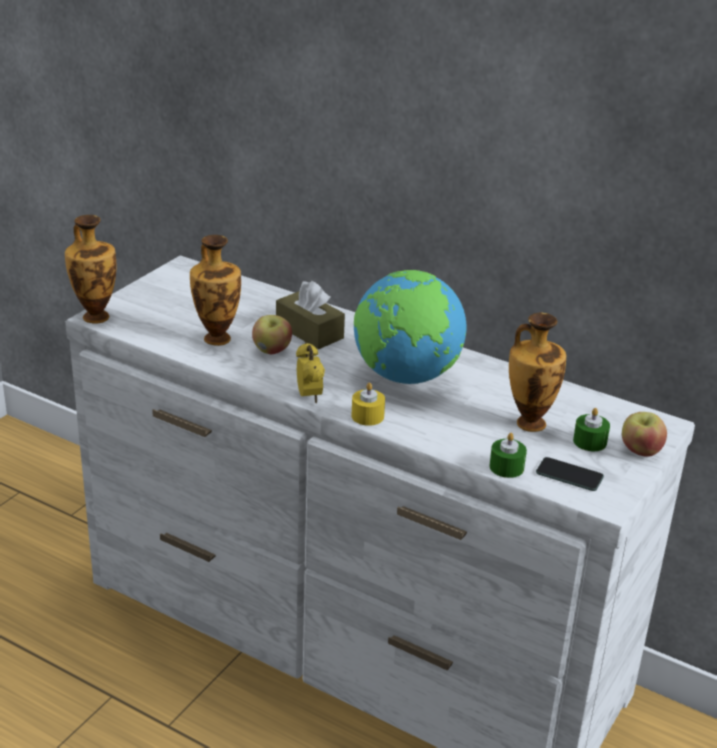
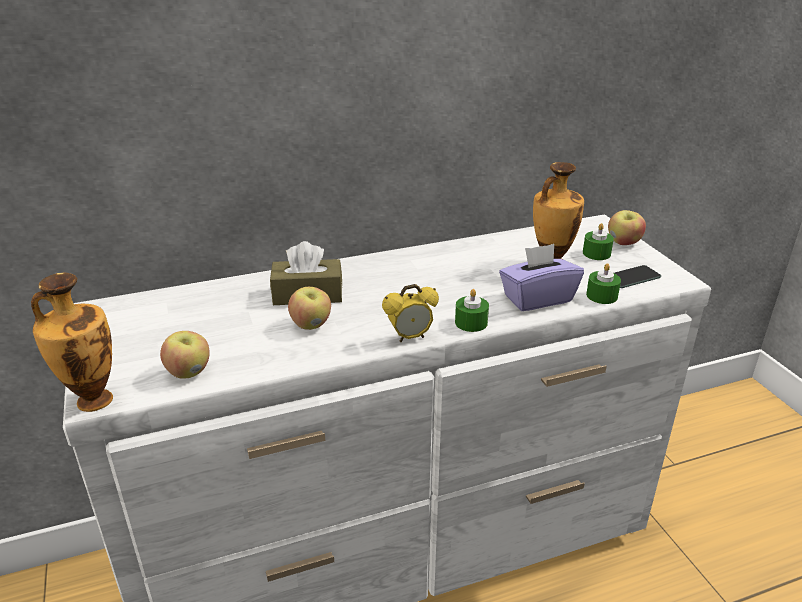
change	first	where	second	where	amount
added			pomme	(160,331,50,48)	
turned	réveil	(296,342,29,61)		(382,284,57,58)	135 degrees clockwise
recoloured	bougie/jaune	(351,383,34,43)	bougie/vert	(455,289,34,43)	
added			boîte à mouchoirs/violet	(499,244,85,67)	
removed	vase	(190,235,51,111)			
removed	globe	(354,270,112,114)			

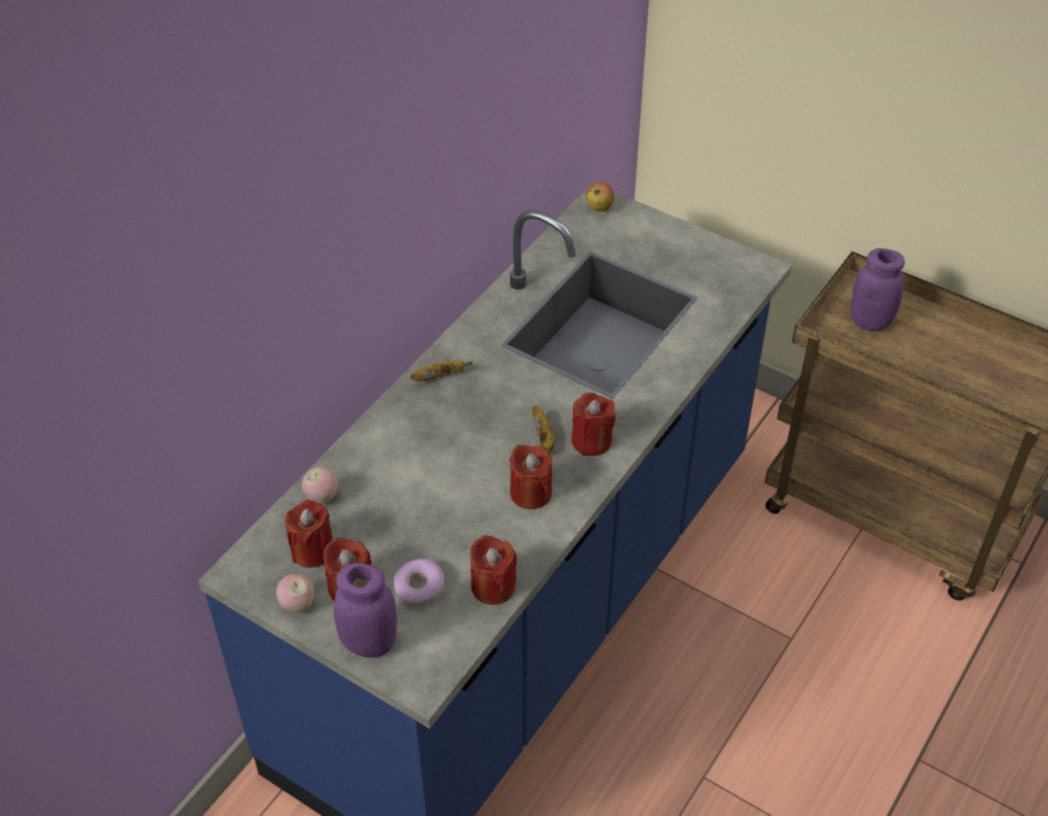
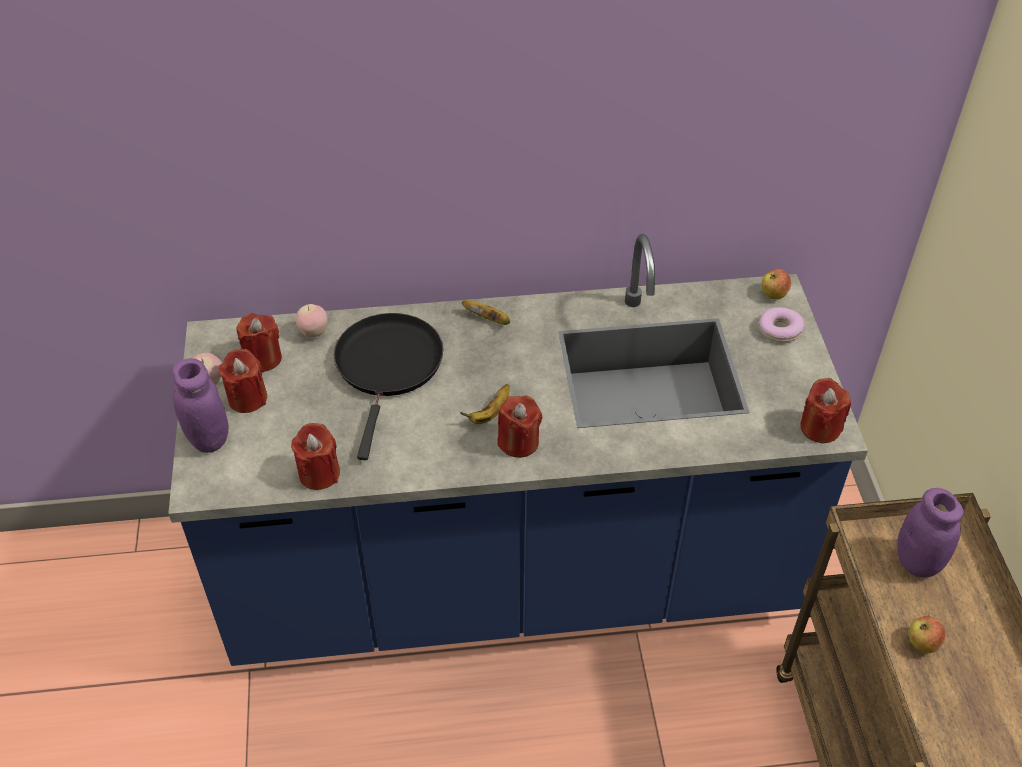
change	first	where	second	where	amount
added			poêle/noir	(334,313,109,147)	
moved	beignet	(393,559,52,47)		(759,307,45,35)	
moved	bougie/rouge	(509,445,43,64)		(800,378,51,65)	
added			pomme	(909,616,36,37)	

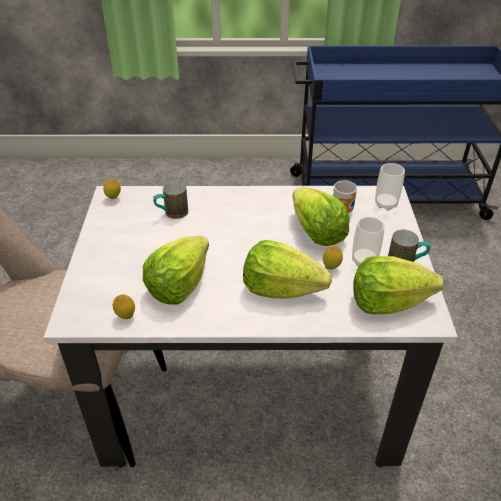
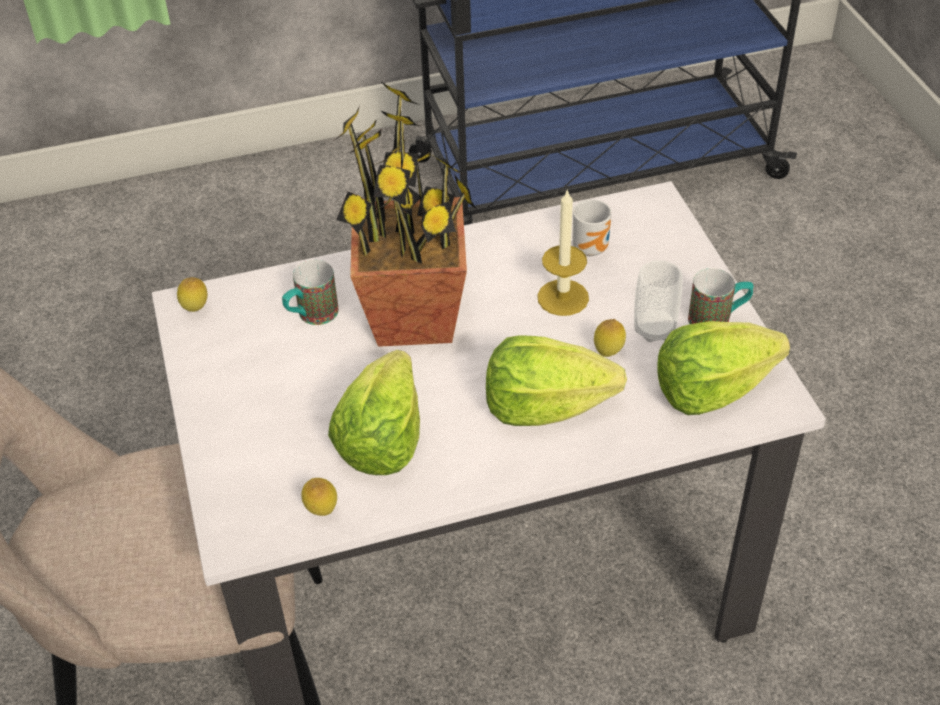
change	first	where	second	where	amount
added			plante en pot	(332,82,145,265)	
replaced	laitue	(293,187,57,59)	bougie	(537,189,52,127)	
removed	tasse	(375,163,30,47)			

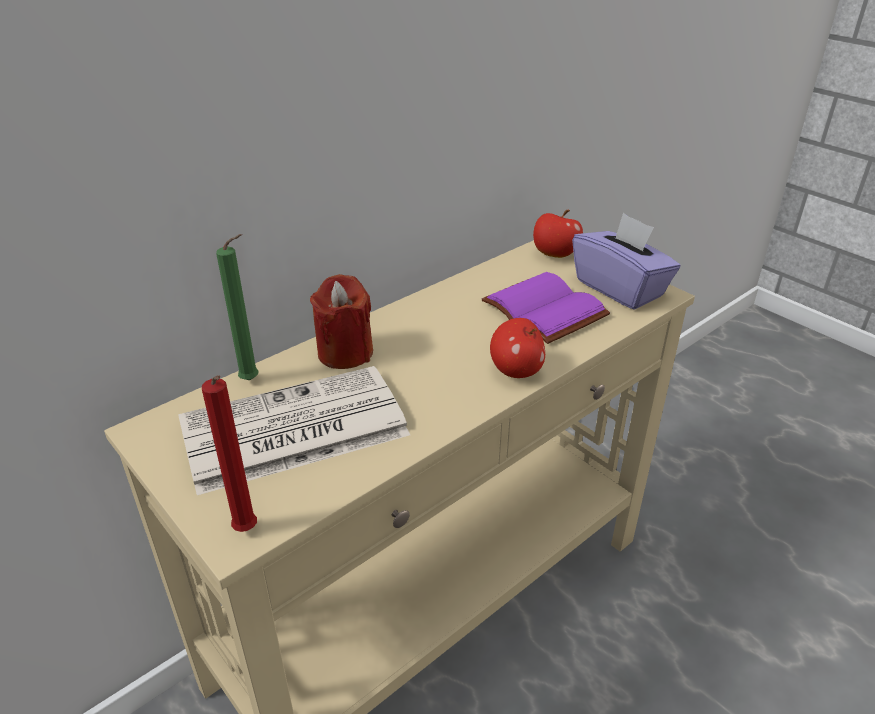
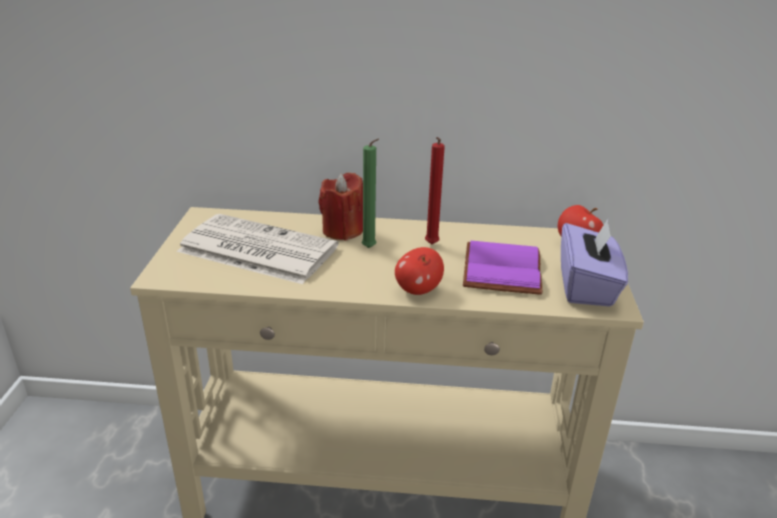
change	first	where	second	where	amount
moved	bougie/vert	(216,234,43,146)		(362,139,17,109)	
moved	bougie/rouge	(202,375,55,157)		(425,137,20,107)	

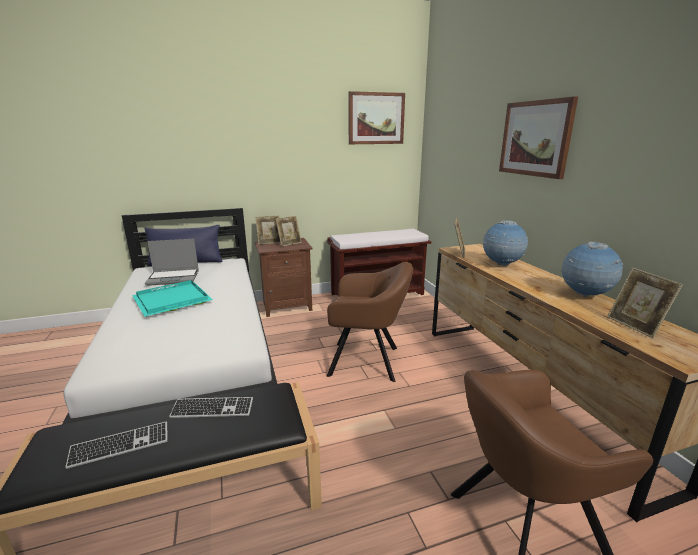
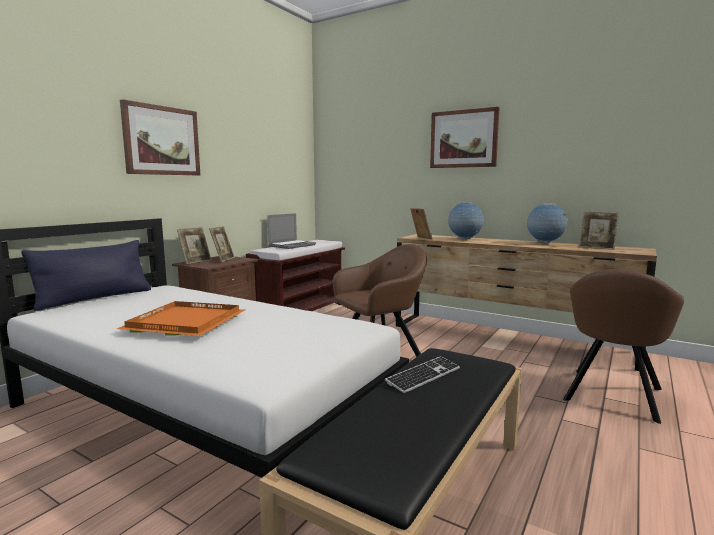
change	first	where	second	where	amount
recoloured	plateau/turquoise	(132,280,81,36)	plateau/orange	(117,301,128,35)	
moved	tableau	(348,91,57,53)		(120,99,80,77)	
moved	ordinateur portable	(145,239,54,47)		(267,213,49,36)	
removed	clavier	(65,421,103,48)			

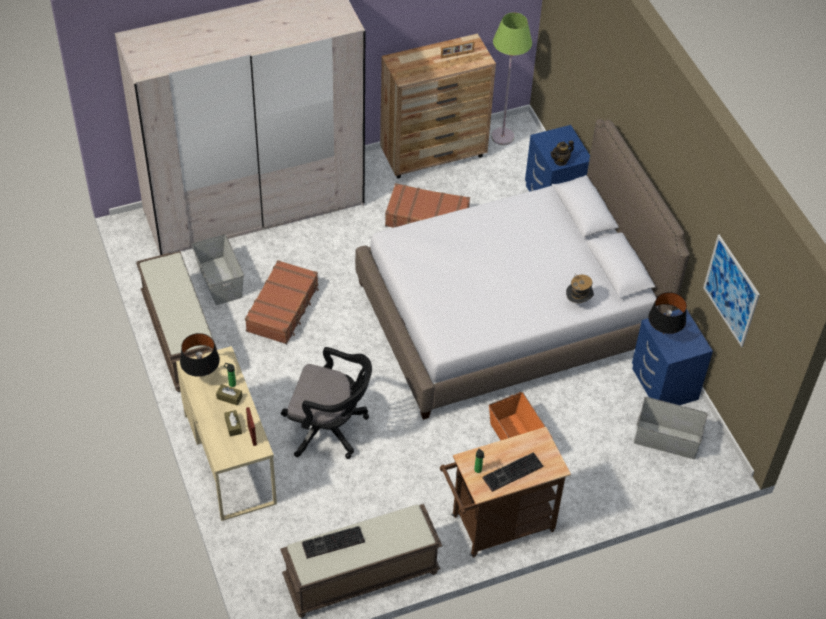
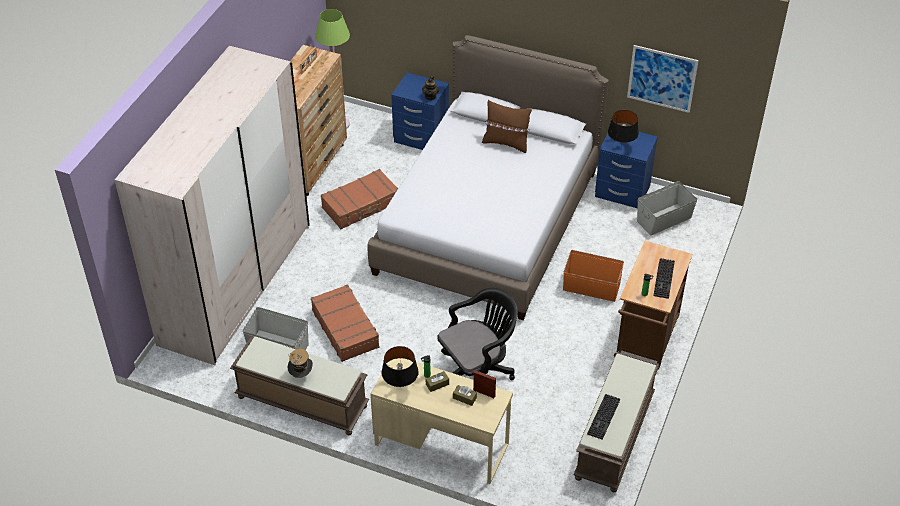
change	first	where	second	where	amount
moved	chapeau	(566,274,28,29)		(288,349,25,29)	
added			coussin/marron	(482,100,50,53)	

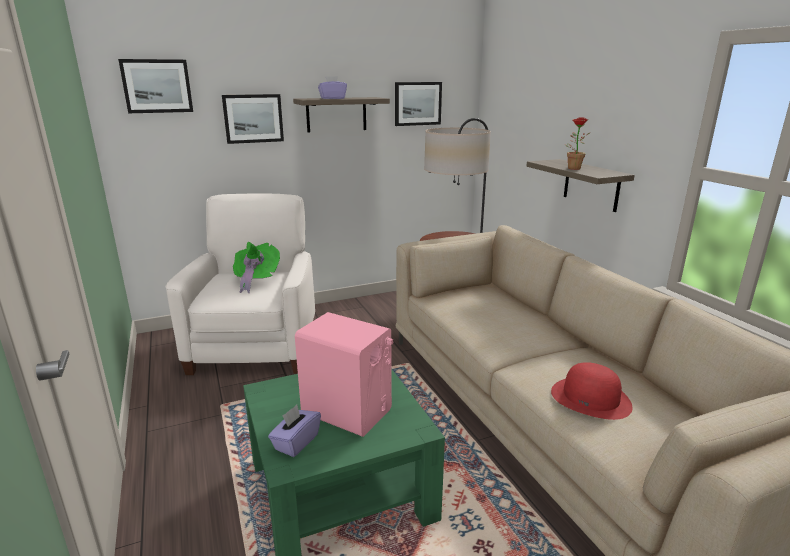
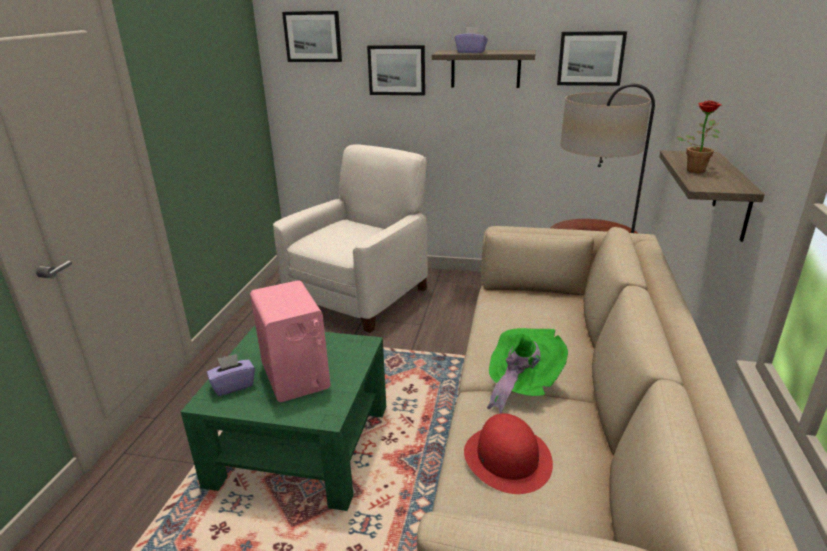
change	first	where	second	where	amount
moved	chapeau/vert	(233,242,47,51)		(487,328,81,86)	

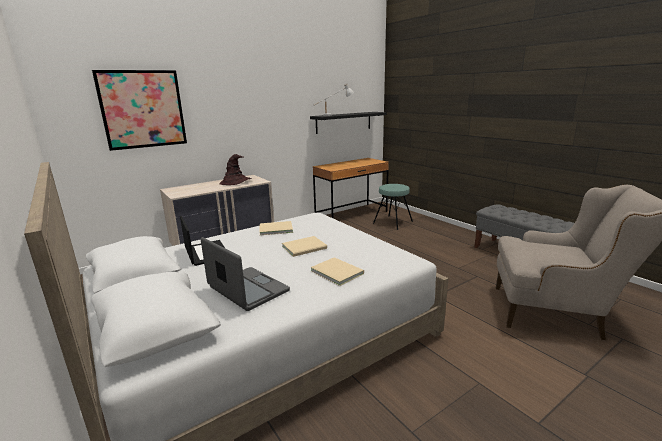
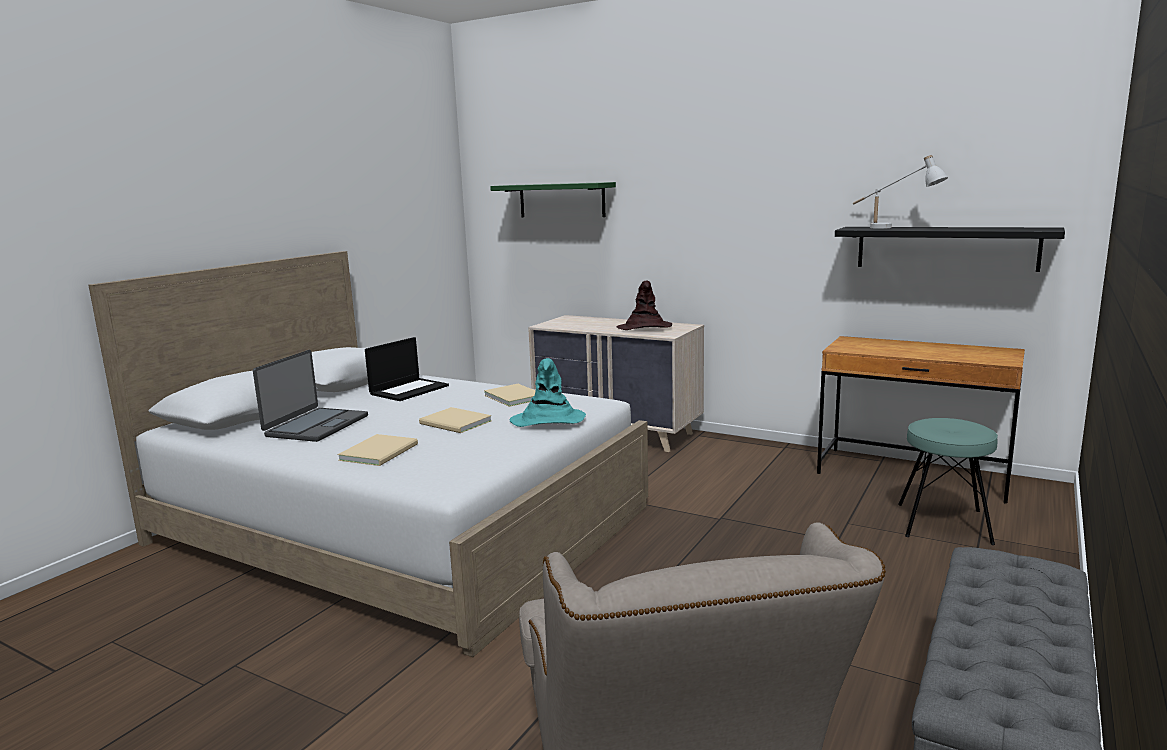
change	first	where	second	where	amount
replaced	tableau	(92,70,95,81)	étagère/vert	(490,182,126,35)	
added			chapeau/turquoise	(509,358,77,69)	

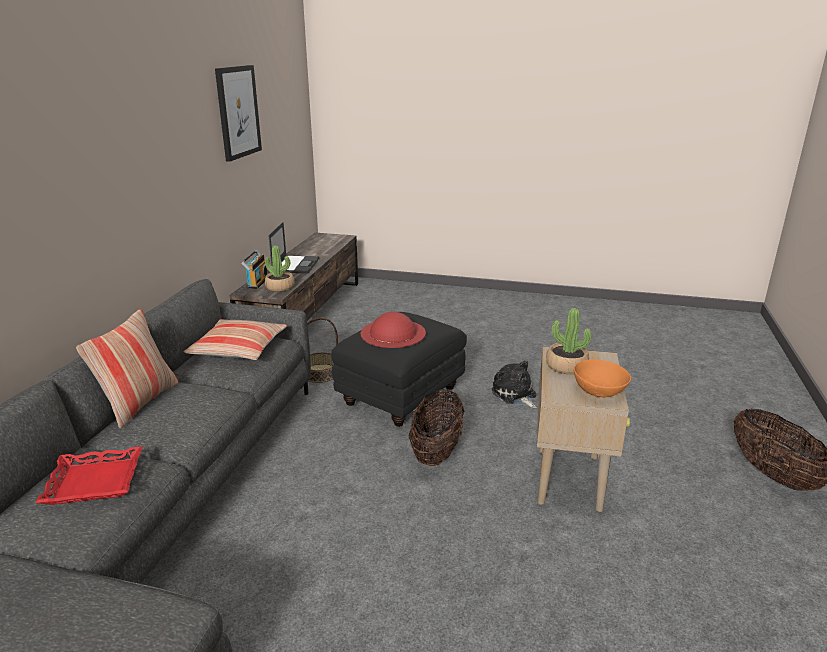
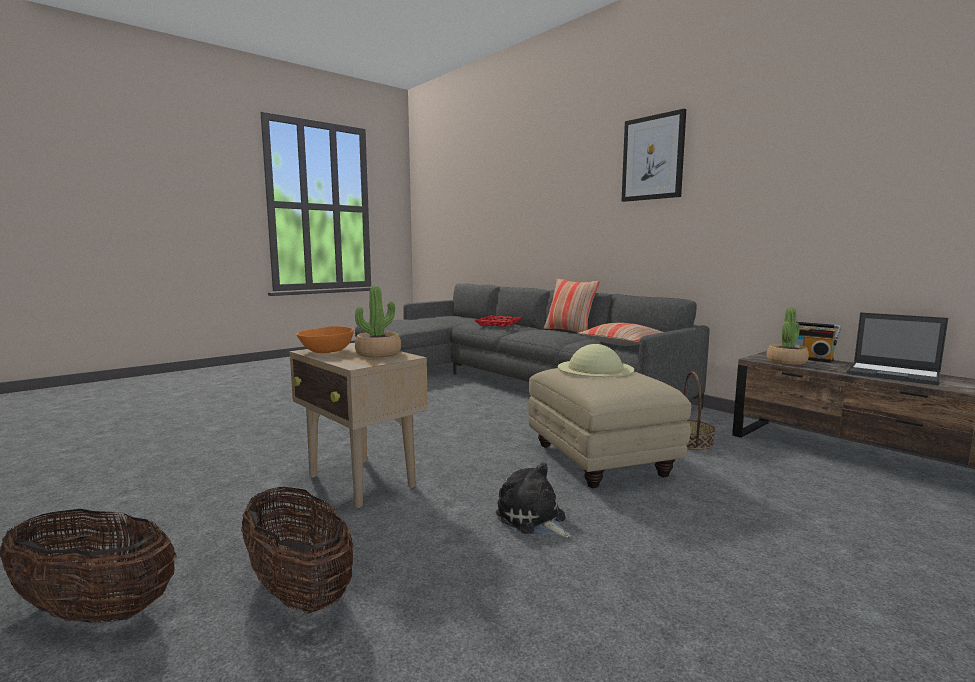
change	first	where	second	where	amount
moved	panier	(409,389,55,77)		(241,487,112,127)	
turned	peluche	(492,360,44,48)		(496,462,75,76)	135 degrees counterclockwise
recoloured	pouf/noir	(331,312,136,115)	pouf/beige	(528,368,163,120)	
recoloured	chapeau/rouge	(360,312,66,36)	chapeau/beige	(558,344,76,33)	
moved	tableau	(215,65,47,97)		(622,109,64,93)	

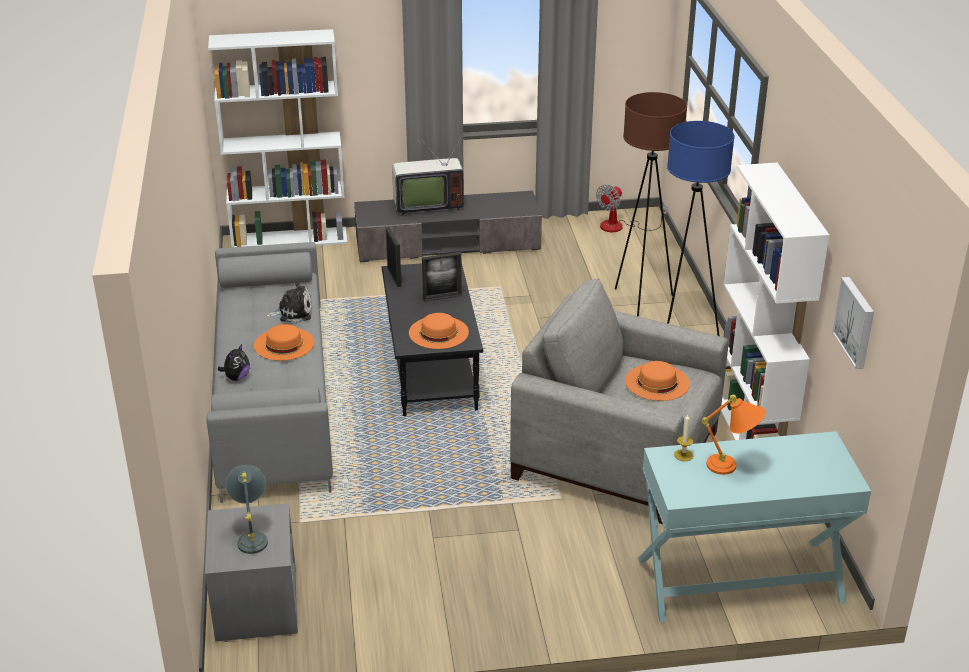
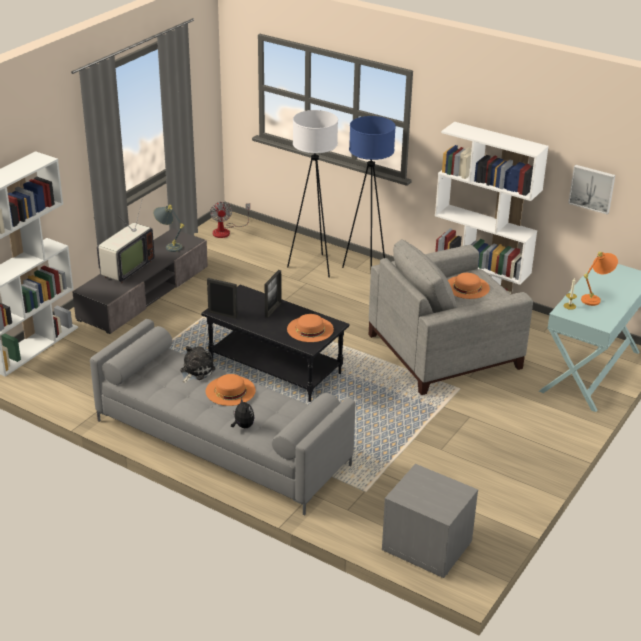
change	first	where	second	where	amount
moved	lampe de table/gris	(225,465,43,89)		(153,205,31,47)	
recoloured	lampadaire/marron	(615,92,72,224)	lampadaire/blanc	(287,110,51,168)	

